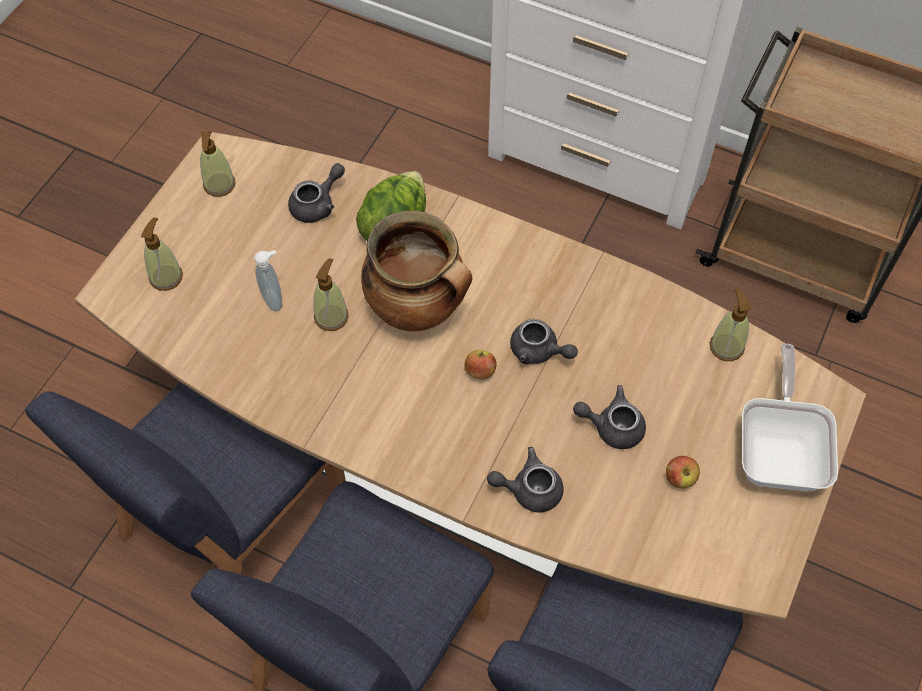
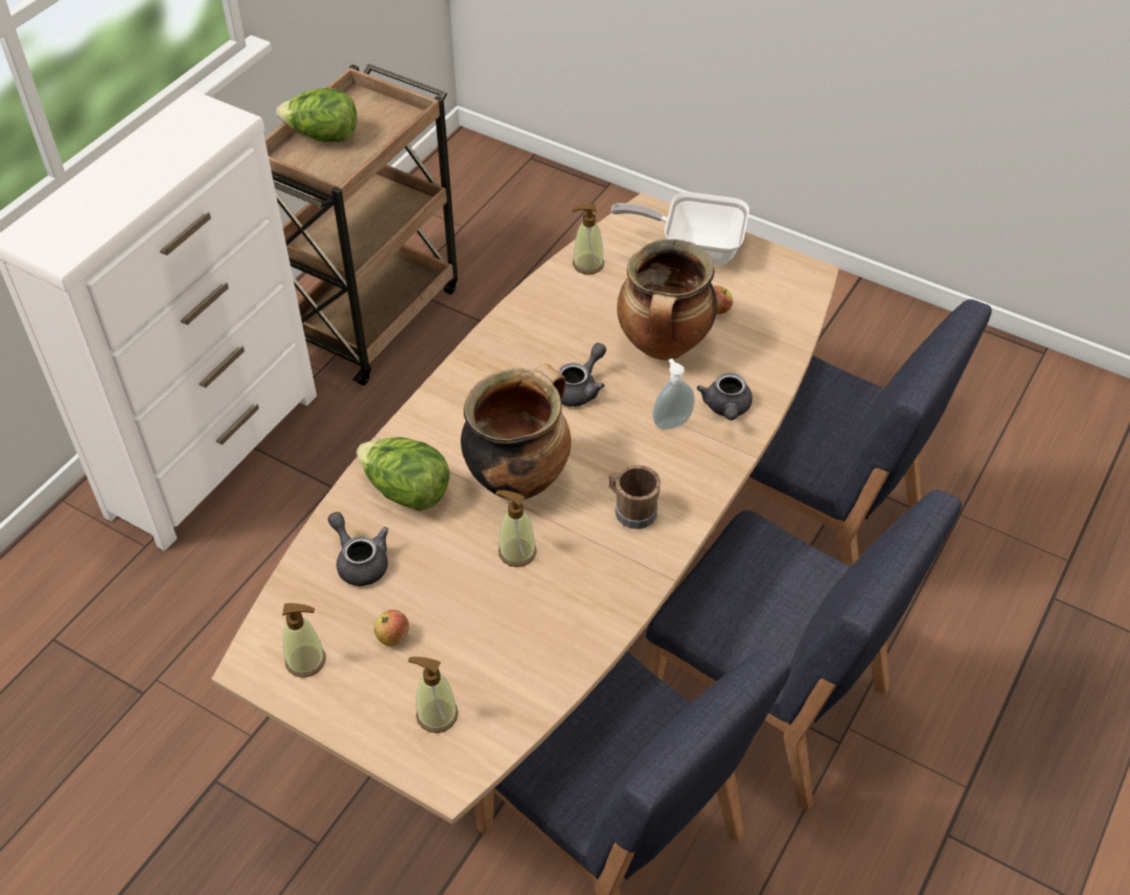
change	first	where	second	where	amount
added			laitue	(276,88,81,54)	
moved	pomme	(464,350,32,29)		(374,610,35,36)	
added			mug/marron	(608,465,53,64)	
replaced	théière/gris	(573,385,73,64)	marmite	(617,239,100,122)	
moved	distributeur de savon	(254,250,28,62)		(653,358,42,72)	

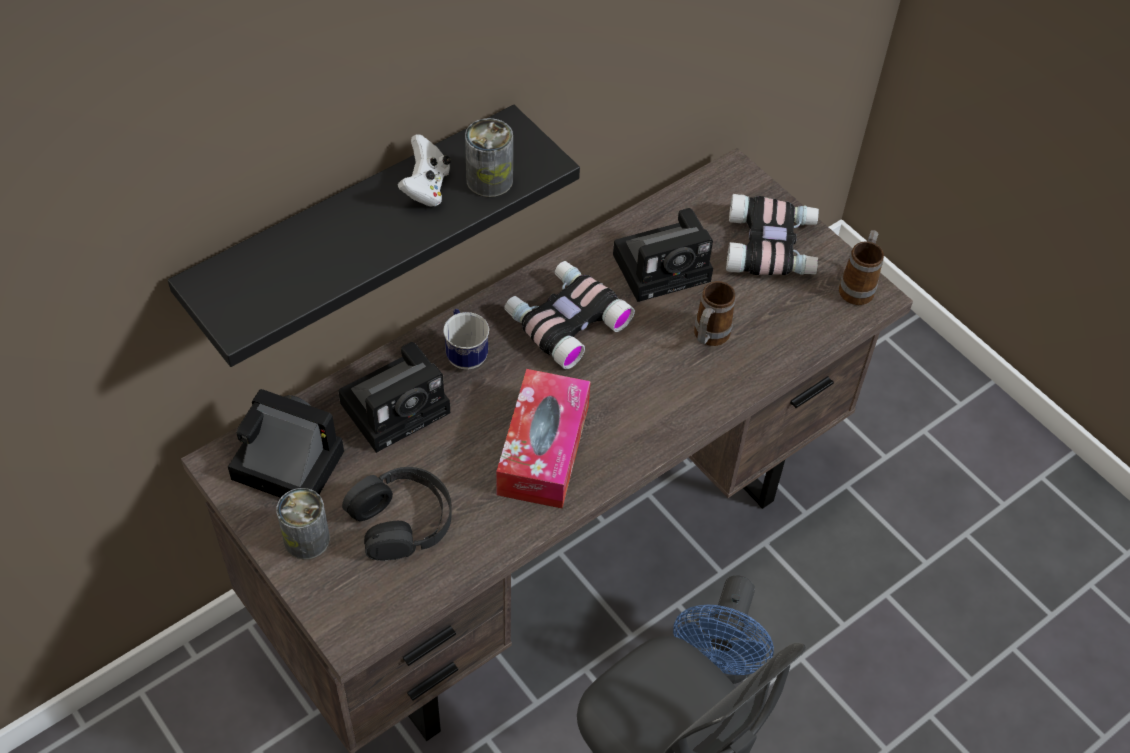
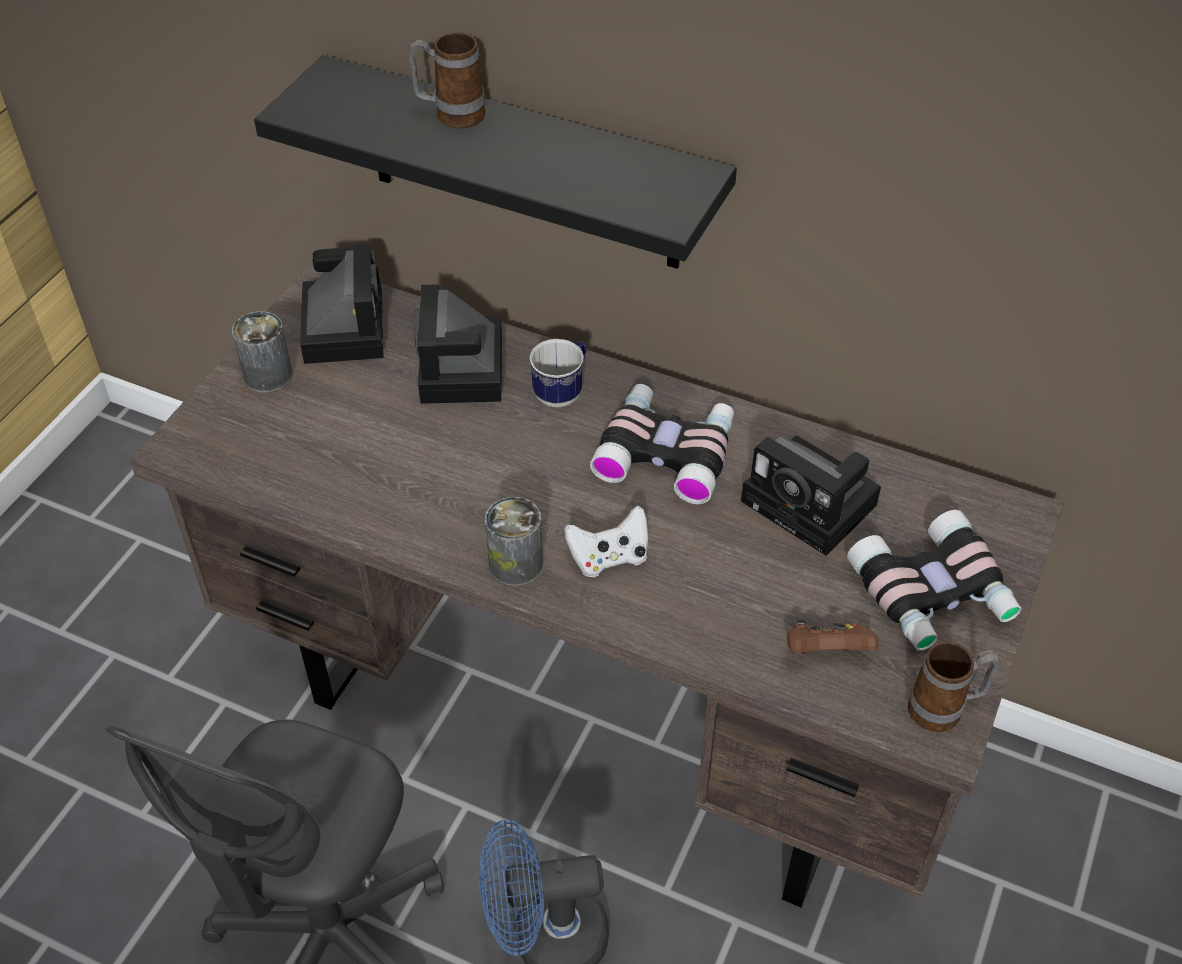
change	first	where	second	where	amount
moved	mug	(694,281,42,65)		(408,32,77,96)	
turned	appareil photo	(338,342,112,111)		(414,284,88,120)	60 degrees clockwise
moved	boîte métallique	(465,118,48,79)		(485,497,58,89)	
moved	manette/blanc	(397,134,54,73)		(564,506,84,71)	
added			manette/marron	(787,620,92,33)	
removed	casque audio/noir	(342,467,110,94)			
removed	boîte à mouchoirs	(496,369,95,140)			

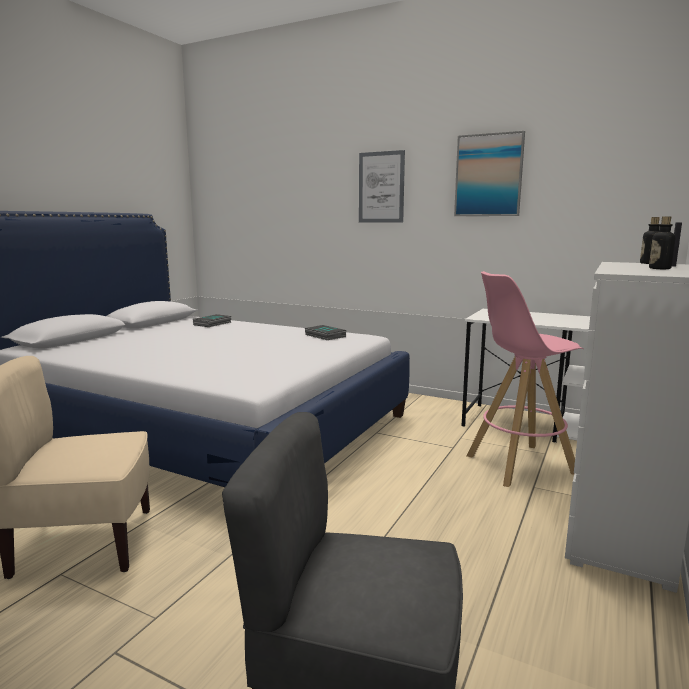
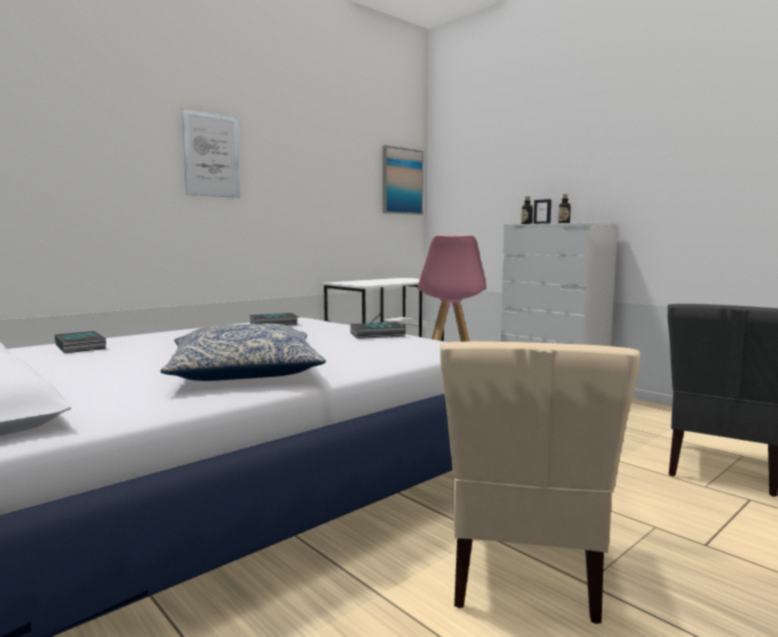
change	first	where	second	where	amount
added			coussin	(161,323,165,58)	
added			livre	(350,322,55,17)	
moved	tableau	(454,131,71,85)		(383,145,40,70)	

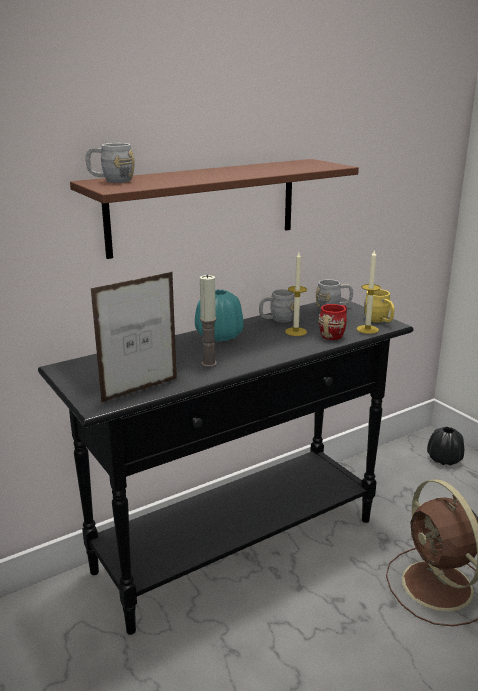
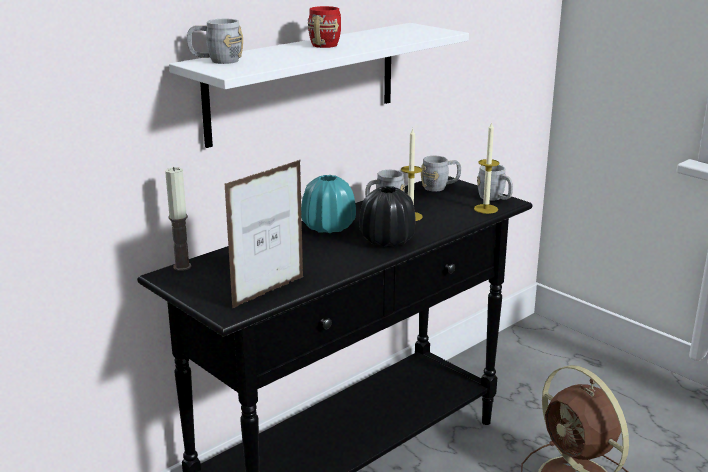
change	first	where	second	where	amount
moved	bougie	(200,274,17,93)		(165,167,27,104)	
recoloured	étagère/marron	(70,159,289,100)	étagère/blanc	(169,23,300,125)	
moved	mug/rouge	(319,304,28,36)		(308,6,33,42)	
moved	vase/noir	(427,427,37,39)		(359,186,57,61)	
recoloured	mug/jaune	(364,289,30,34)	mug/gris	(477,165,36,36)	

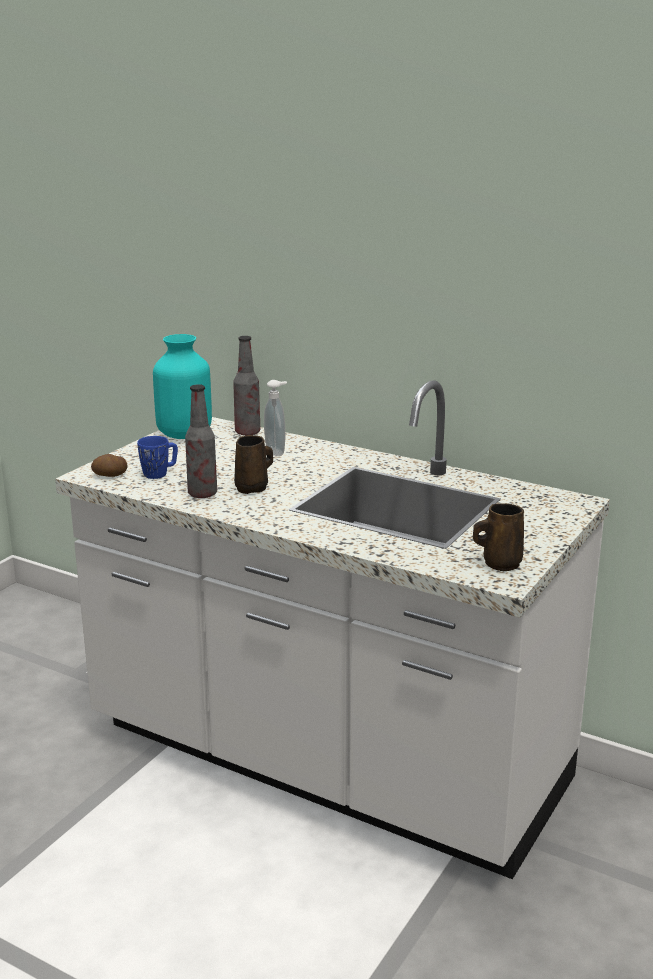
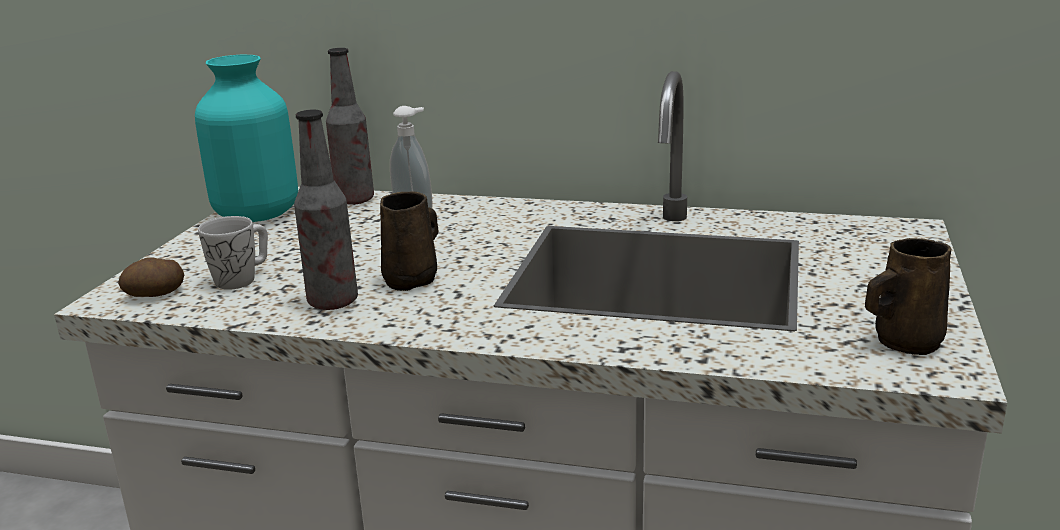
change	first	where	second	where	amount
recoloured	mug/bleu	(137,436,41,43)	mug/blanc	(198,216,70,74)	

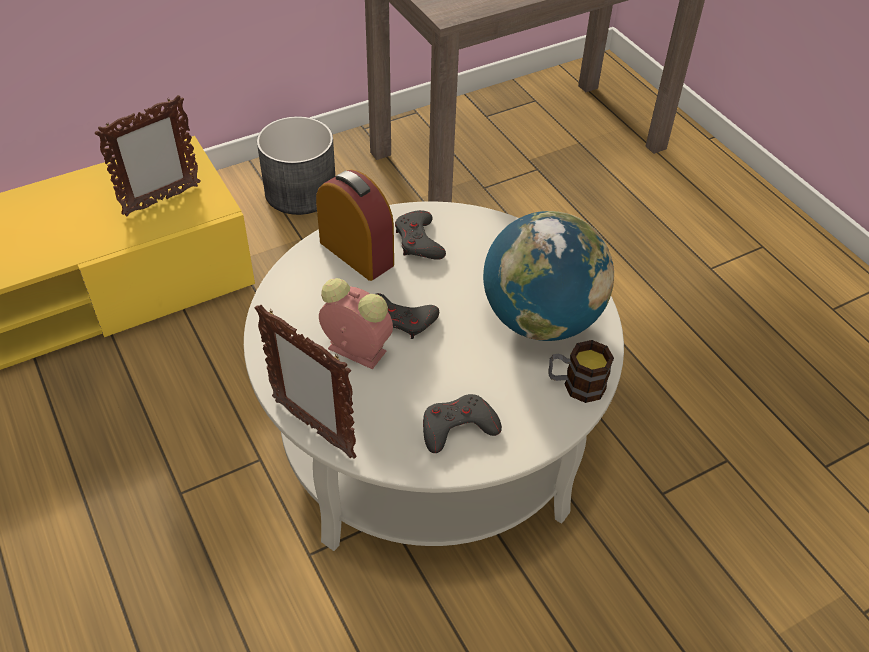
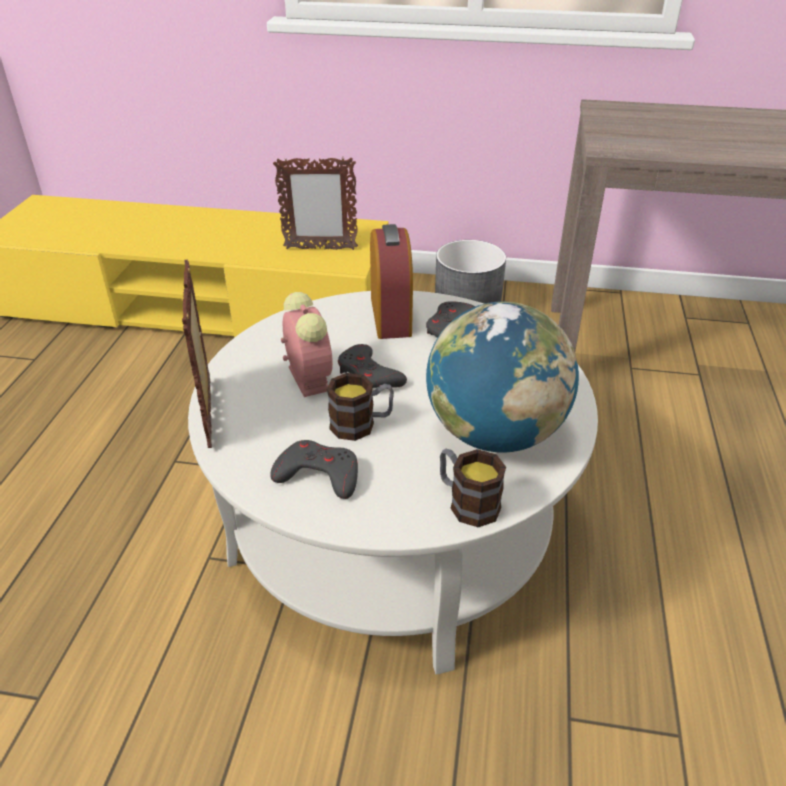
change	first	where	second	where	amount
added			mug	(327,373,67,68)	

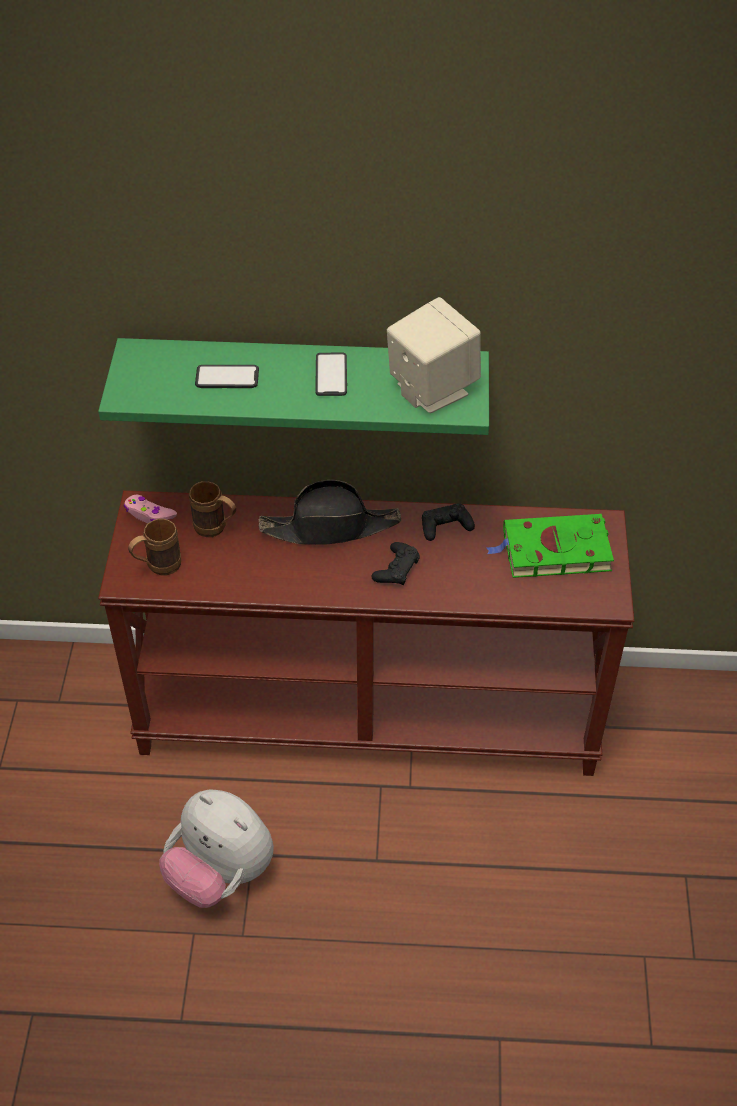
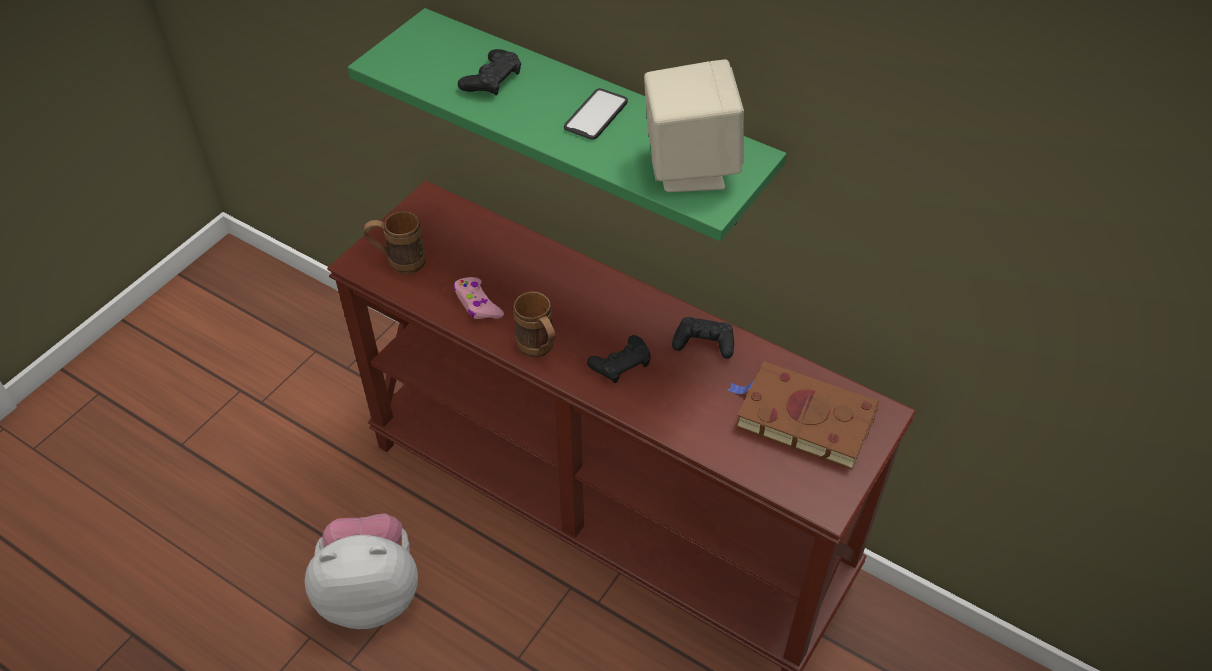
change	first	where	second	where	amount
turned	peluche	(159,790,115,118)		(304,513,114,116)	105 degrees clockwise
moved	manette/rose	(123,495,54,28)		(453,277,51,42)	
replaced	téléphone	(195,365,64,23)	manette/noir	(458,49,63,47)	
moved	mug/marron	(189,481,47,56)		(513,291,43,67)	
recoloured	livre/vert	(487,514,127,64)	livre/marron	(727,361,151,109)	
removed	chapeau/noir	(259,480,143,65)			

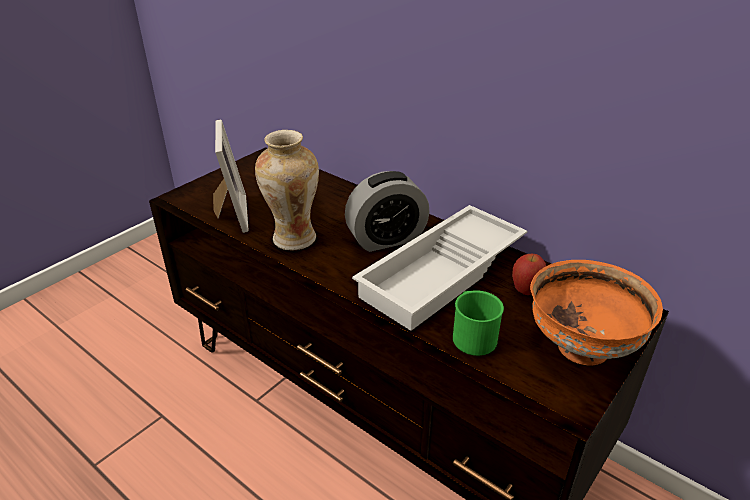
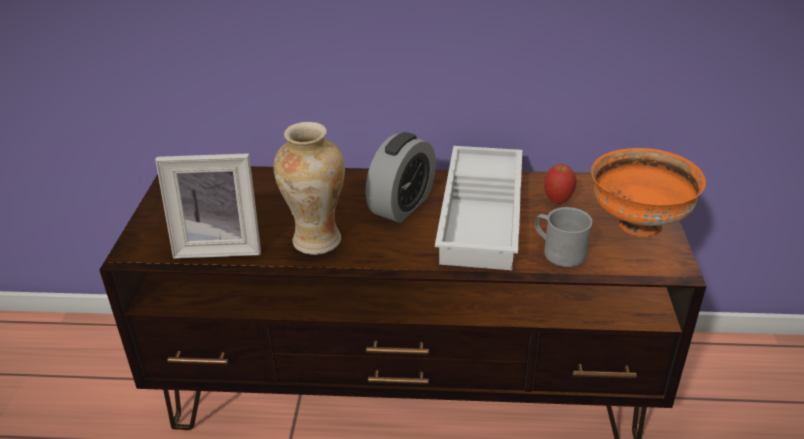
change	first	where	second	where	amount
turned	cadre photo	(213,120,36,113)		(155,153,106,106)	135 degrees clockwise
recoloured	mug/vert	(453,290,51,66)	mug/gris	(535,207,58,60)	

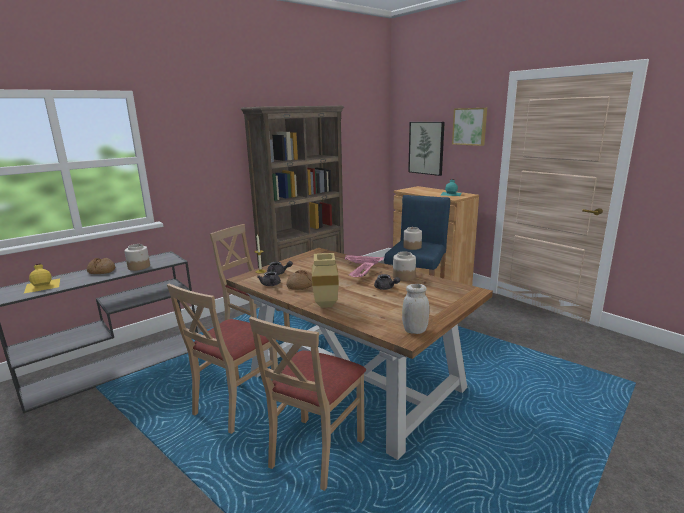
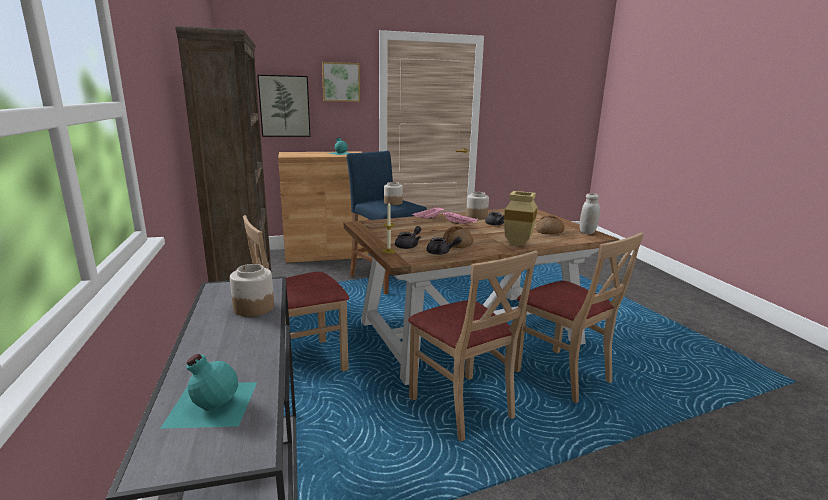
change	first	where	second	where	amount
recoloured	bouteille/jaune	(24,263,36,30)	bouteille/turquoise	(160,354,97,75)	
moved	pain	(87,258,28,16)		(536,215,29,19)	

